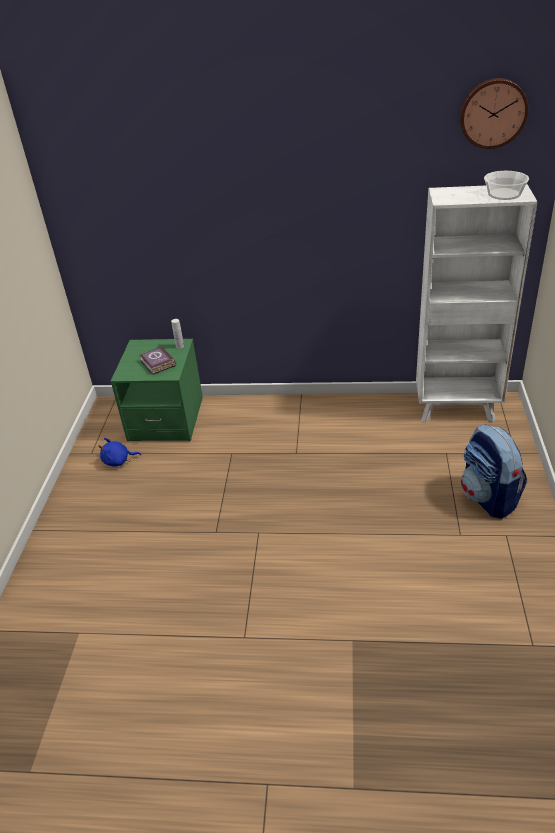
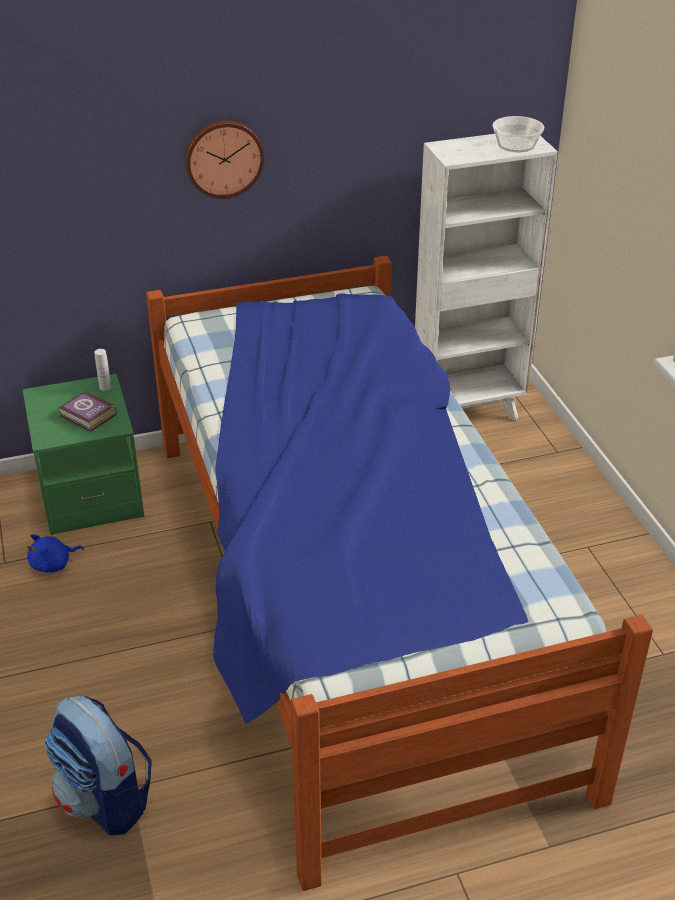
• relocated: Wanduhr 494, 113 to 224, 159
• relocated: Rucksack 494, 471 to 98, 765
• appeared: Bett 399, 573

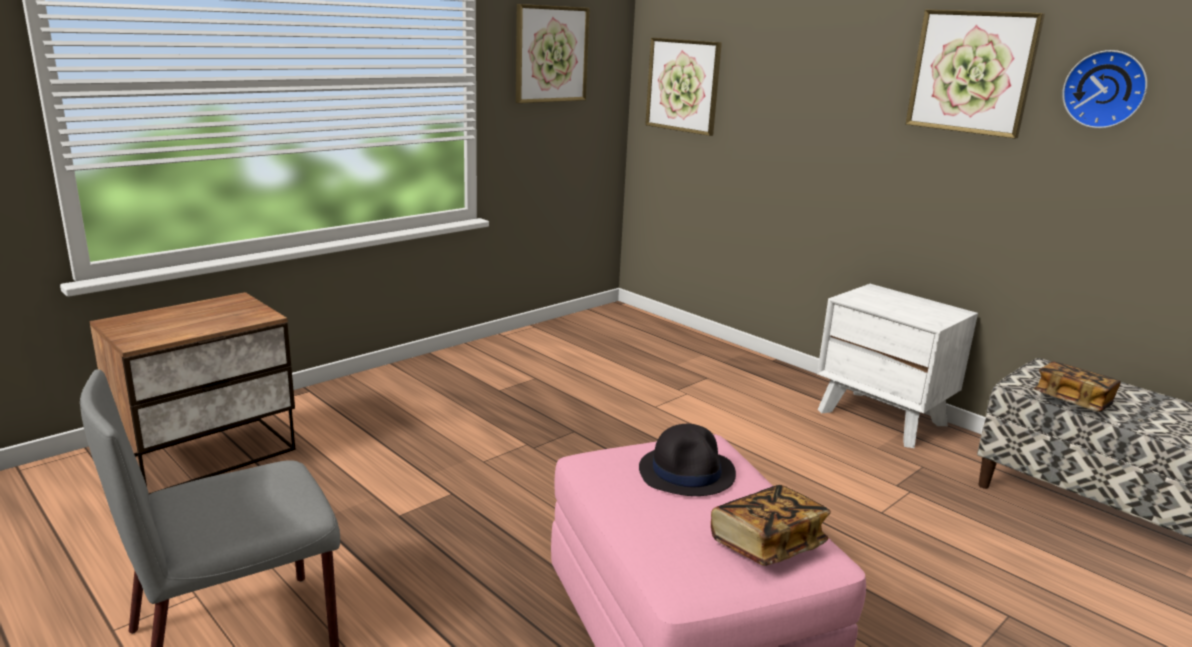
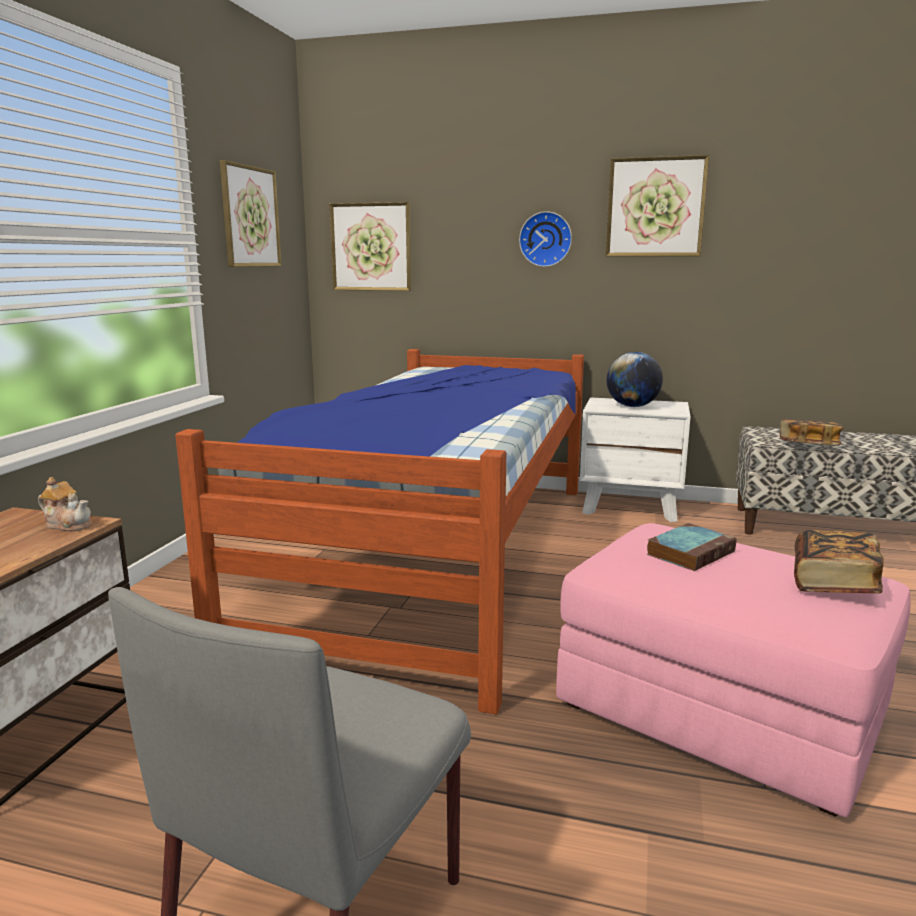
• exchanged: Hut (schwarz) 687, 460 to Buch 691, 547
• relocated: Wanduhr 1105, 89 to 545, 239
• appeared: Teekanne 65, 504
• appeared: Bett 379, 532
• appeared: Globus 635, 379

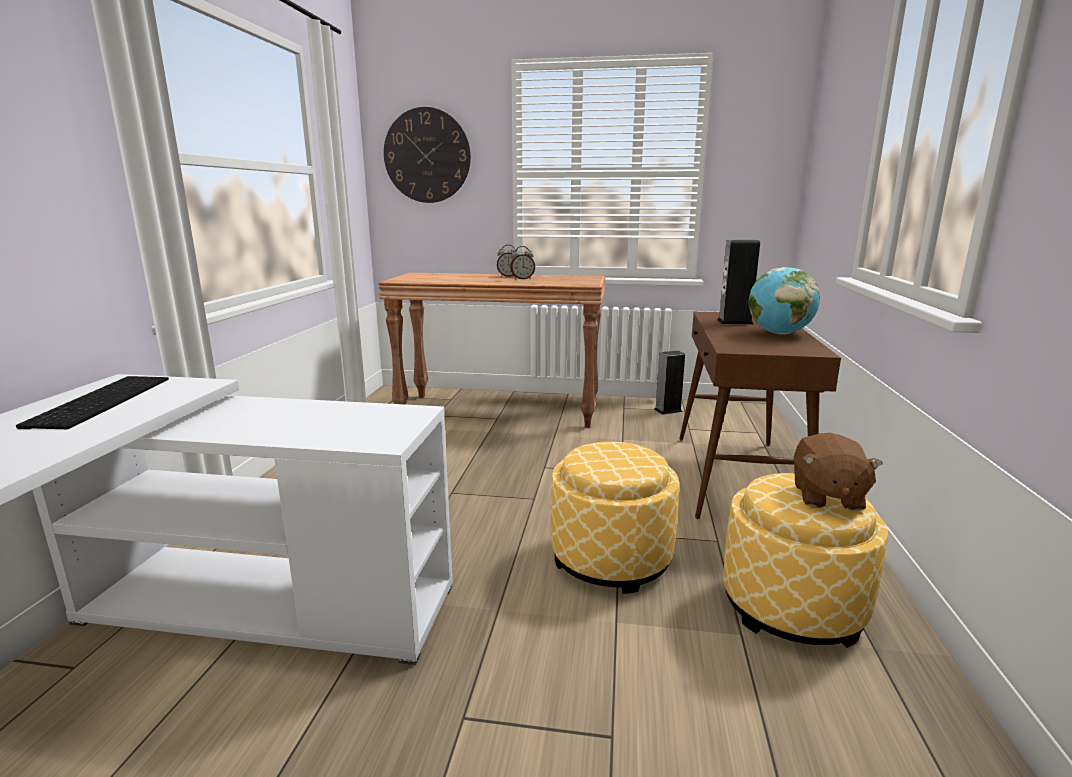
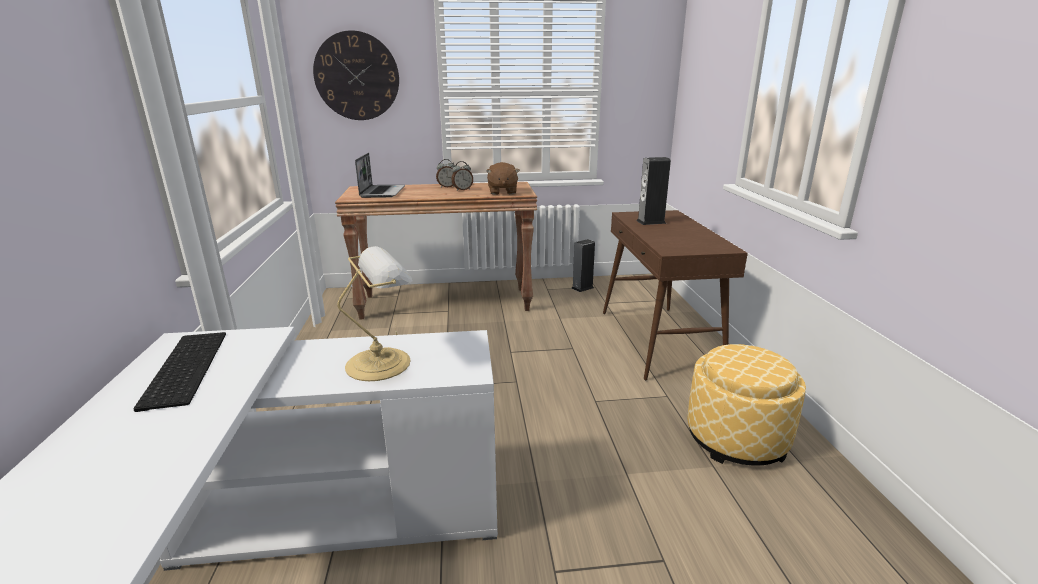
• missing: Polsterhocker 615, 518
• missing: Globus 784, 300
• relocated: Plüschtier (braun) 838, 472 to 503, 178
• appeared: Tischlampe 374, 313
• appeared: Laptop 380, 175

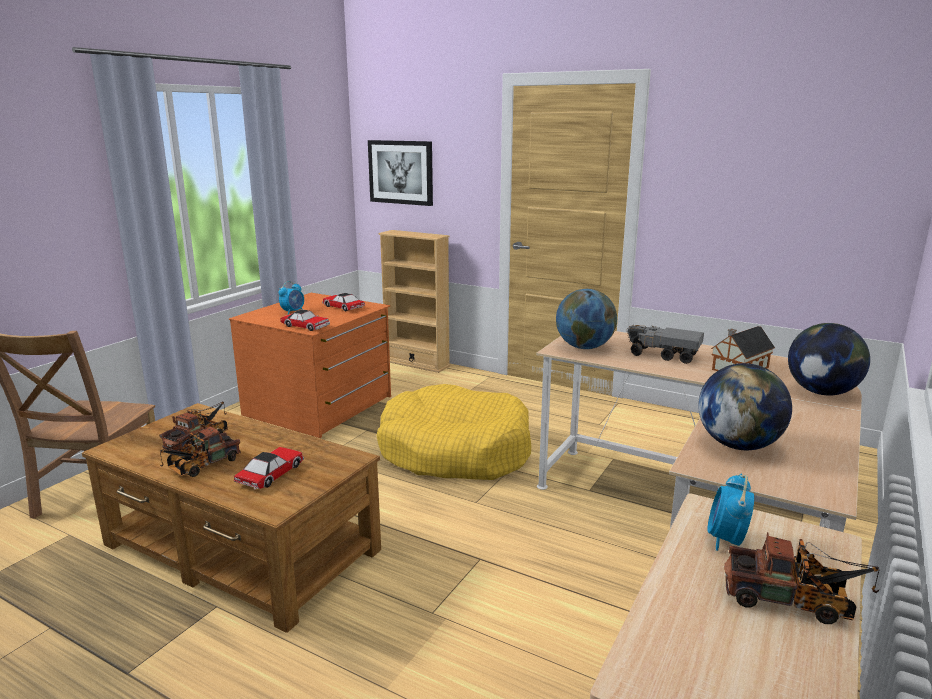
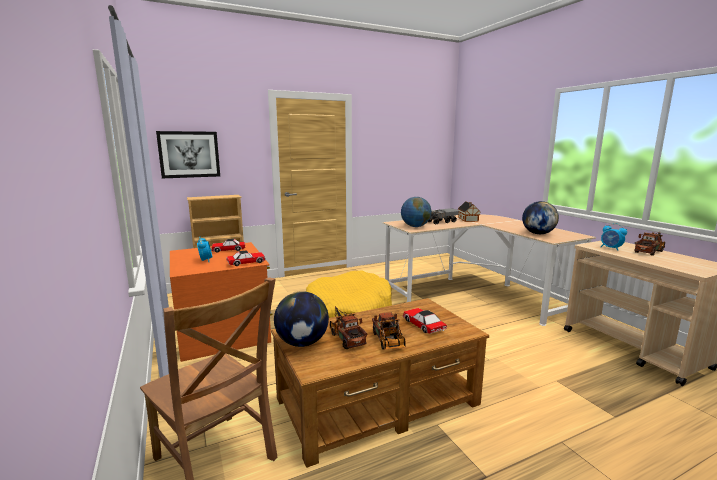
• relocated: Globus 829, 359 to 301, 319

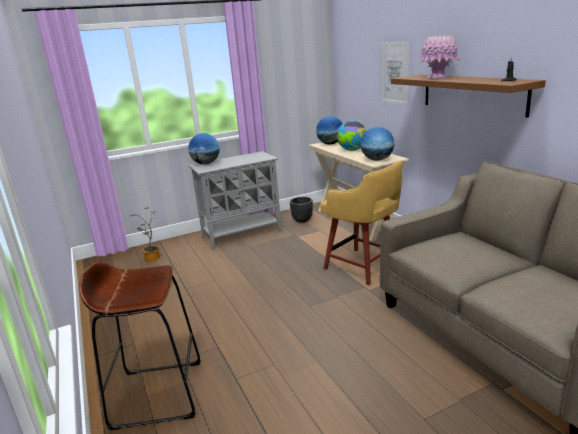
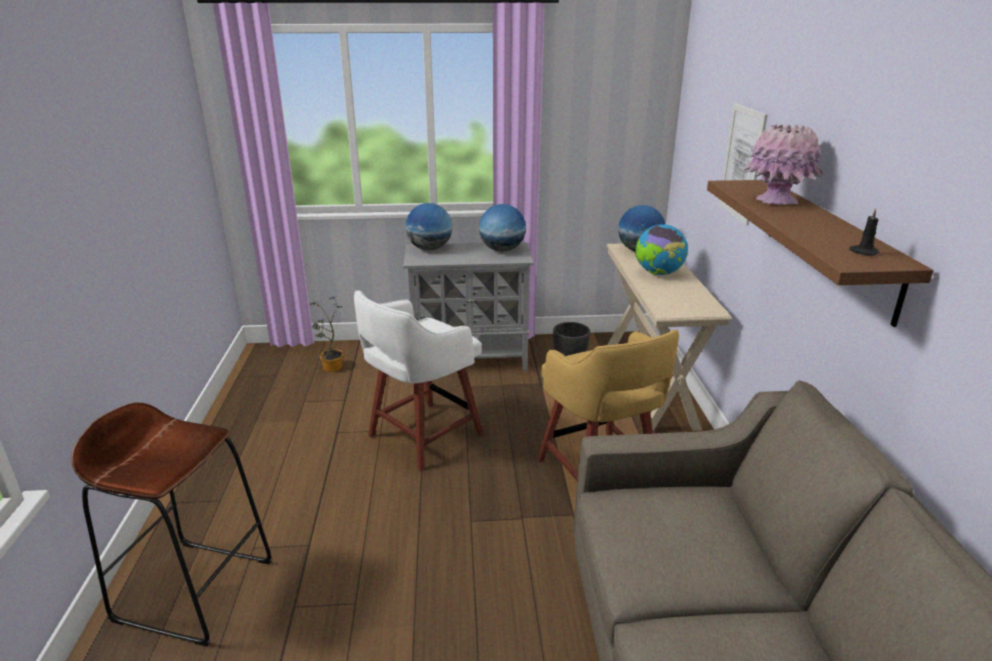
• relocated: Globus 377, 144 to 502, 228
• appeared: Hocker (weiß) 418, 380

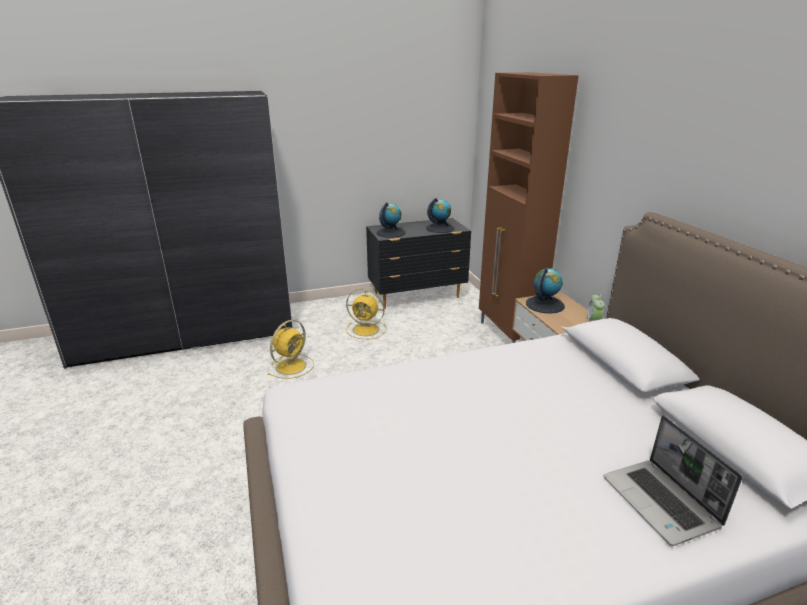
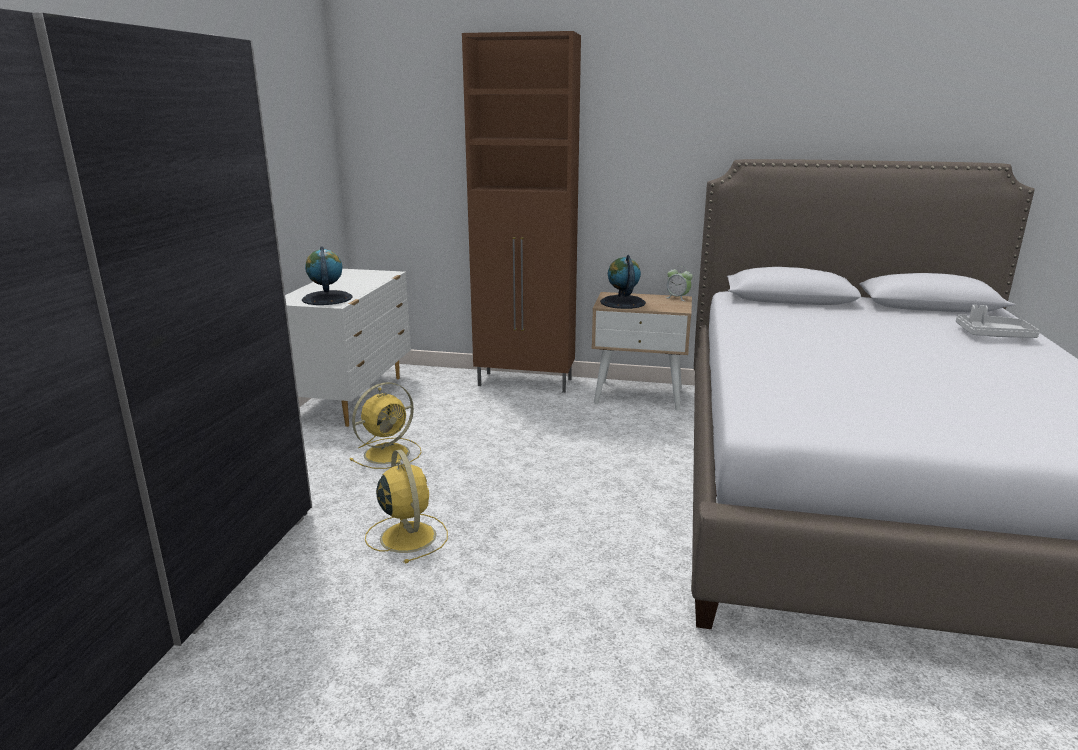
• colour: Kommode (schwarz) 418, 263 to Kommode (weiß) 348, 348
• missing: Globus 440, 215
• exchanged: Laptop 672, 480 to Tablett (grau) 998, 321

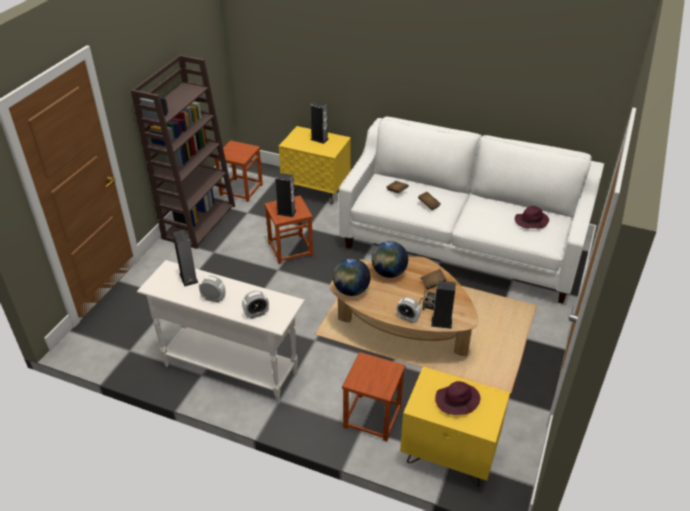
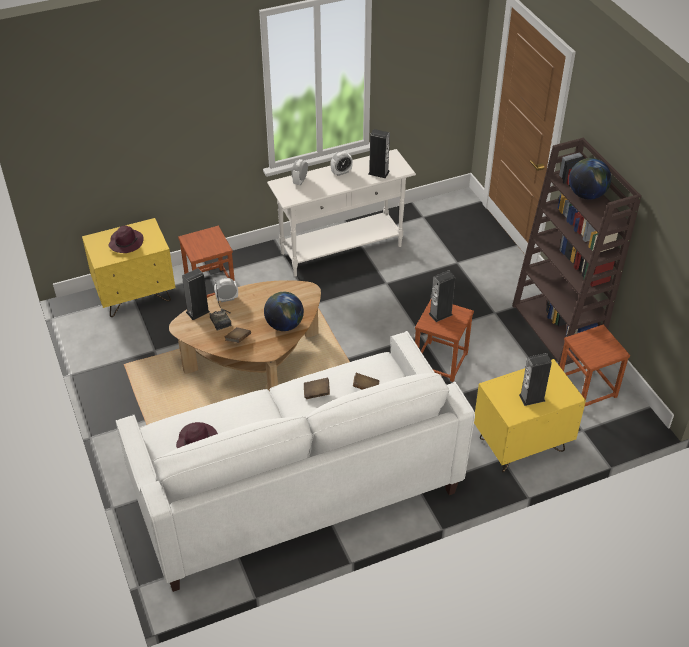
• relocated: Globus 352, 277 to 590, 179

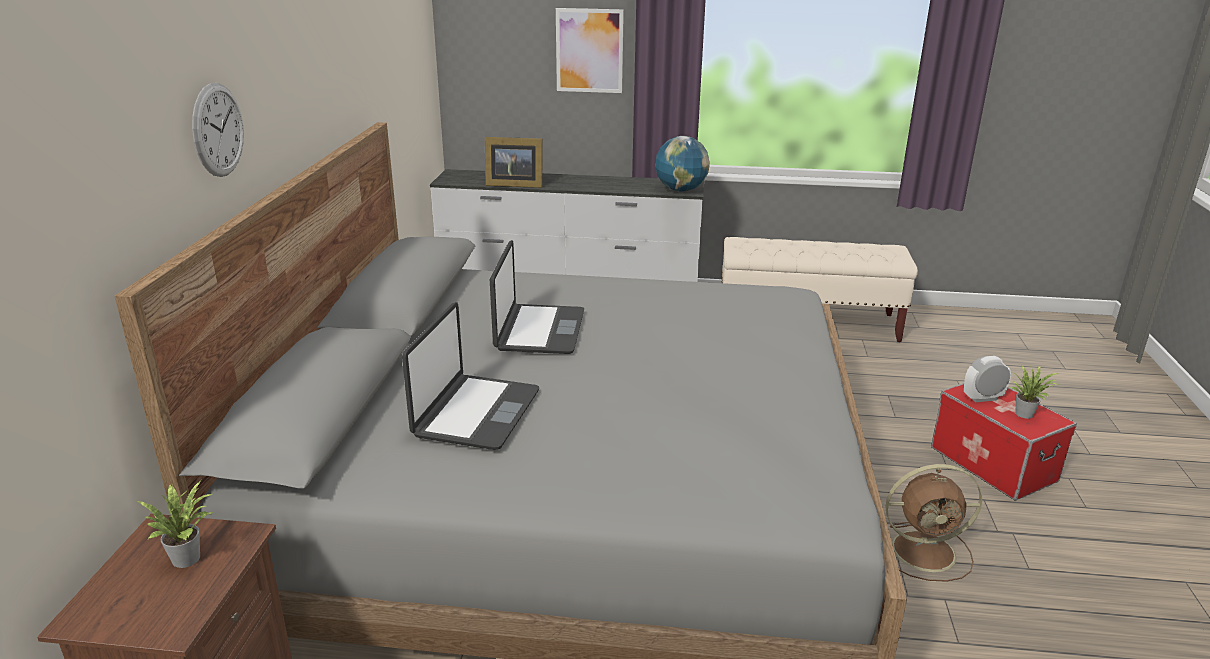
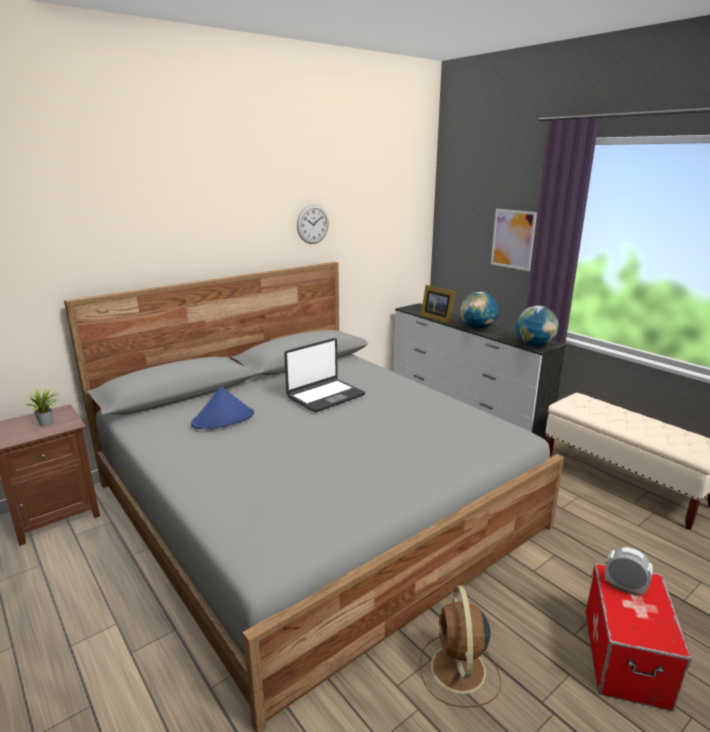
• relocated: Wanduhr 218, 130 to 313, 224
• exchanged: Laptop 470, 376 to Hut (blau) 222, 407
• spun: Ventilator (braun) 934, 523 = 460, 647 45 degrees clockwise
• missing: Topfpflanze 1035, 392
• appeared: Globus 479, 310

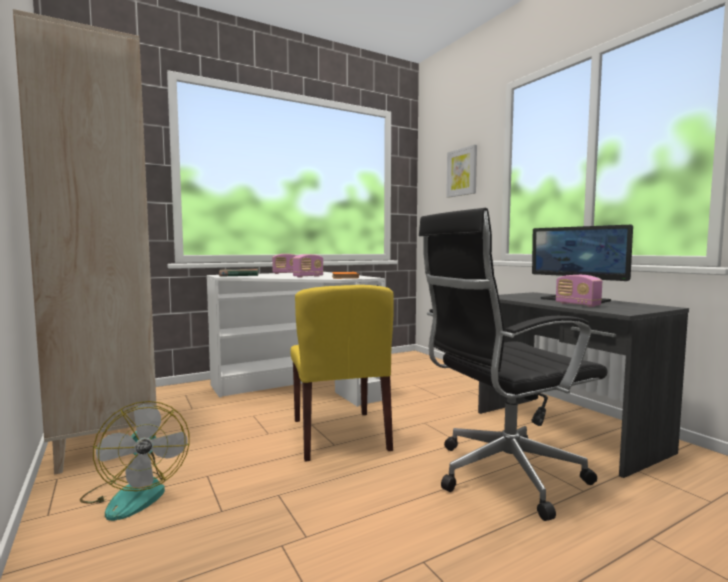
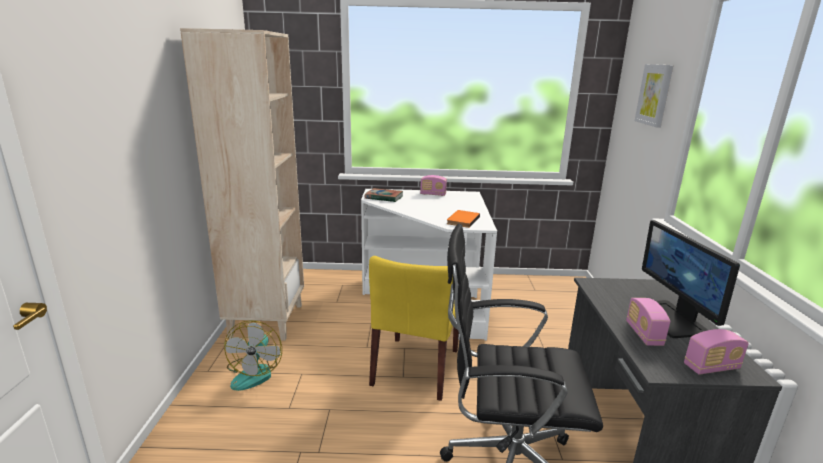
• relocated: Radio 308, 265 to 716, 352

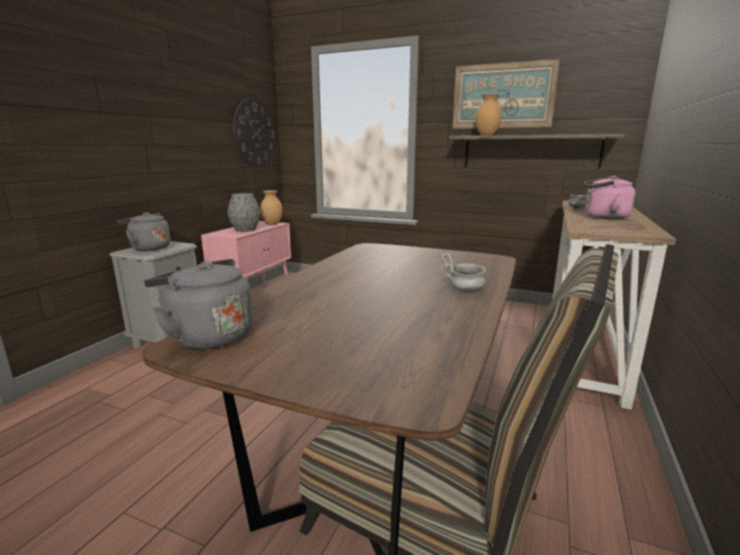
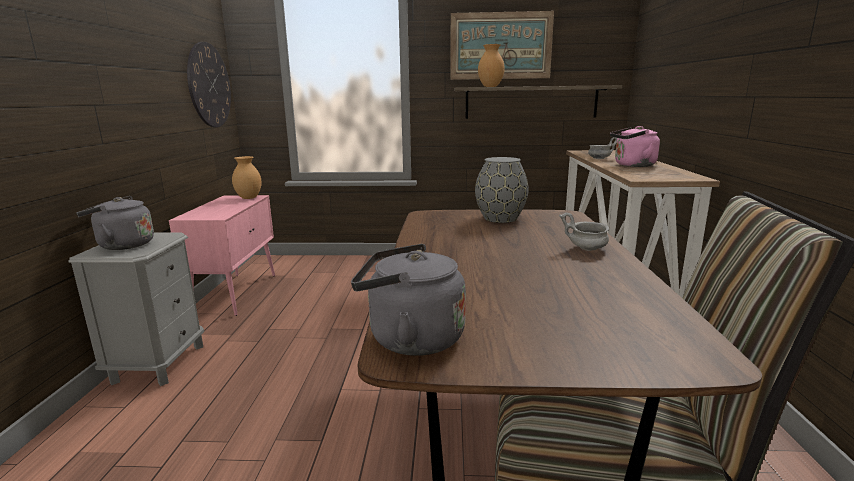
• relocated: Vase (grau) 244, 212 to 502, 190

